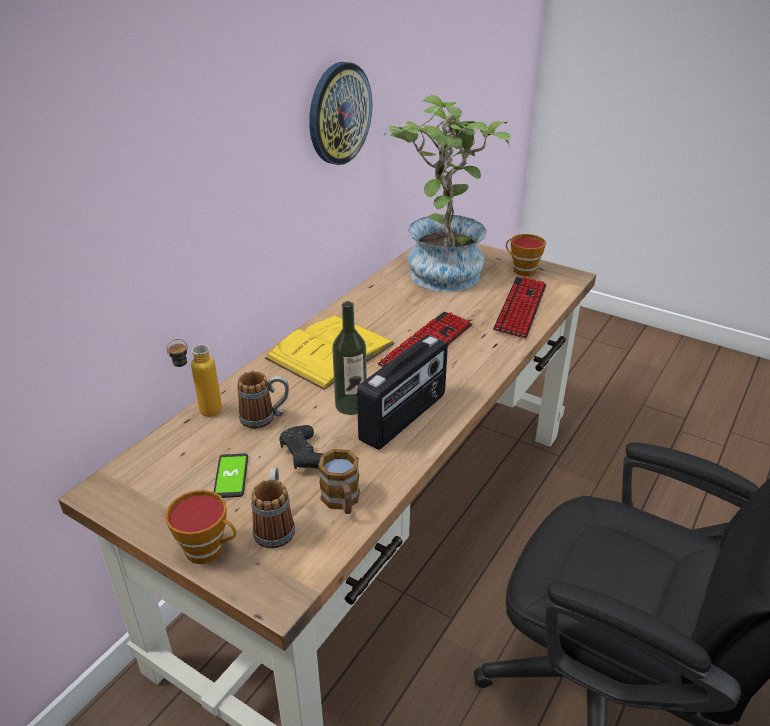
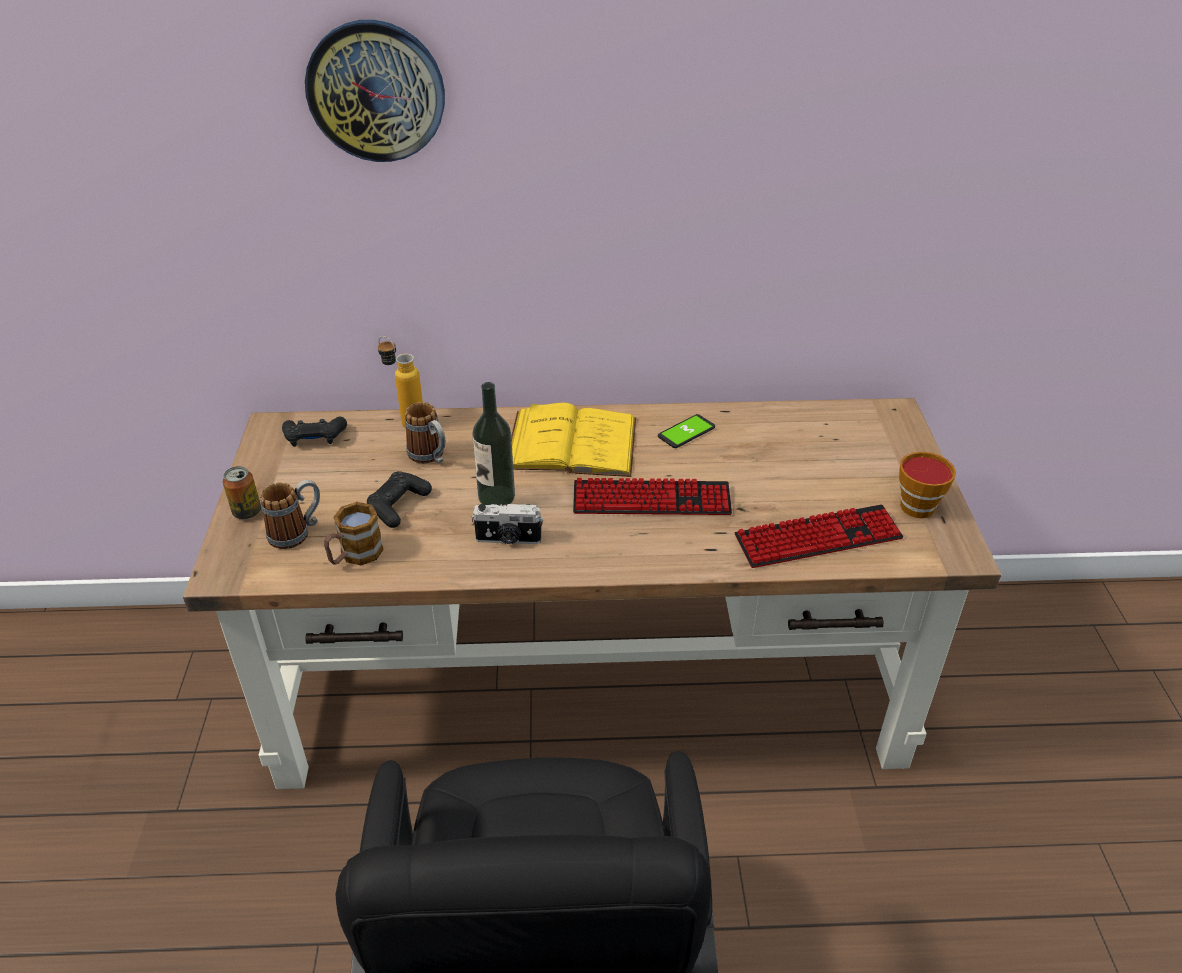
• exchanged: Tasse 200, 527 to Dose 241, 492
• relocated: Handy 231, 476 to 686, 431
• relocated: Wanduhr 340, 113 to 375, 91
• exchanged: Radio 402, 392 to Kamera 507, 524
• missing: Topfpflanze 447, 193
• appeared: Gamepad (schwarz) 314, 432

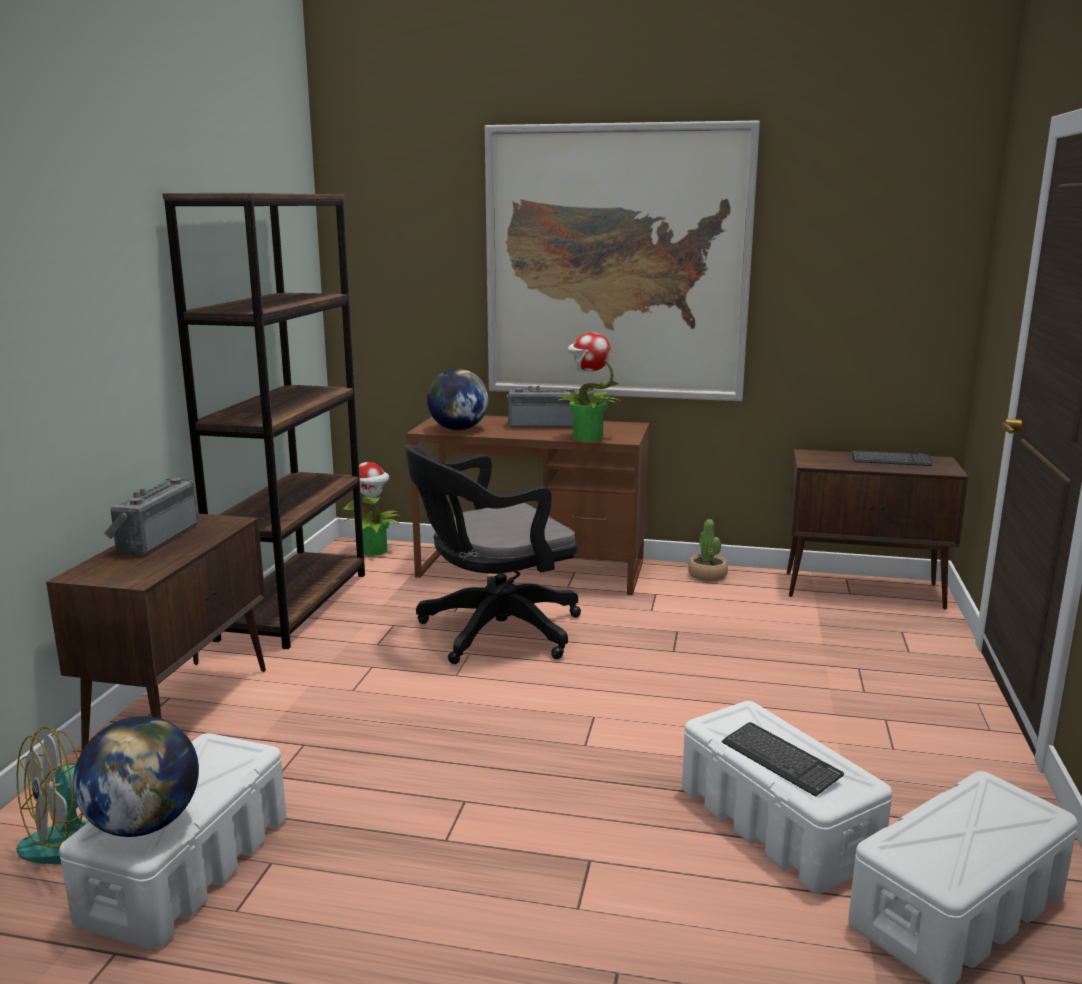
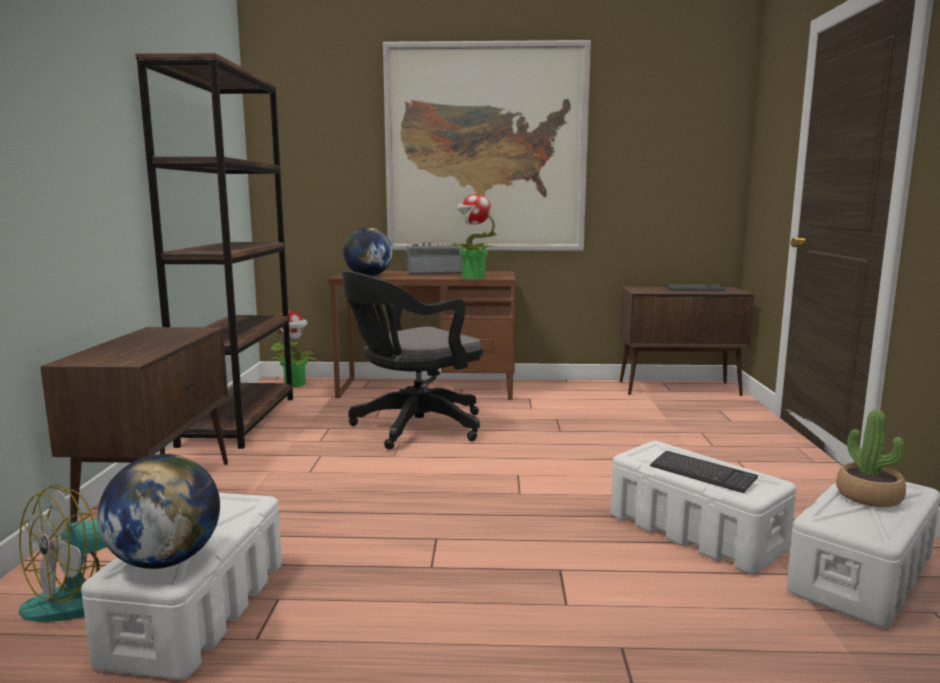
• missing: Radio 151, 517
• relocated: Topfpflanze 708, 550 to 871, 458

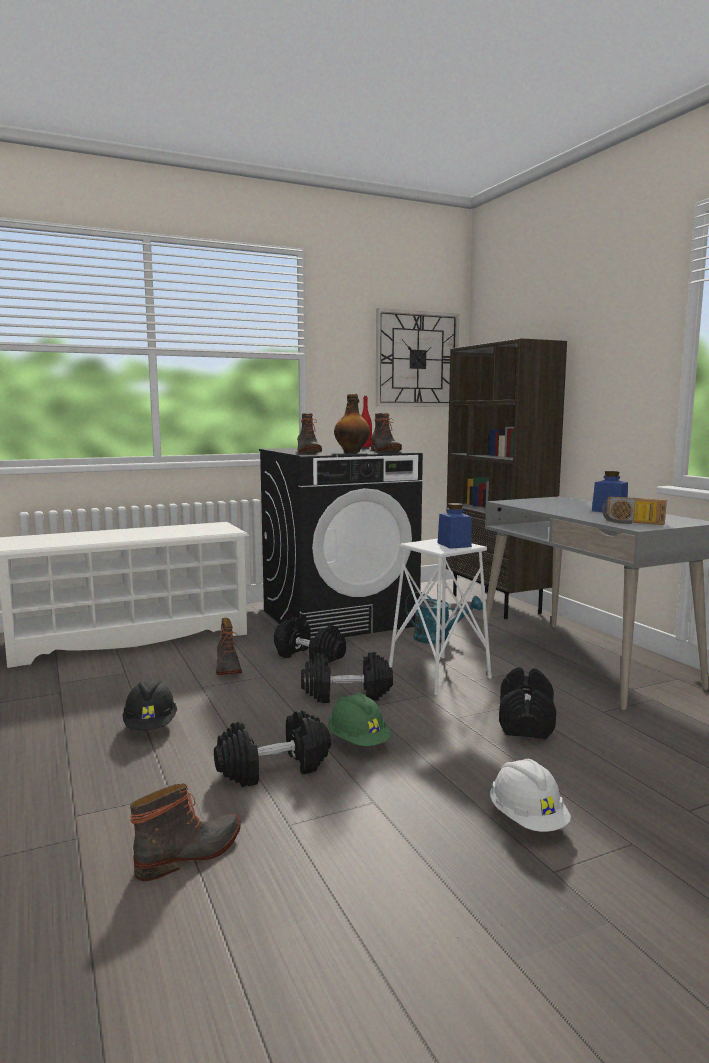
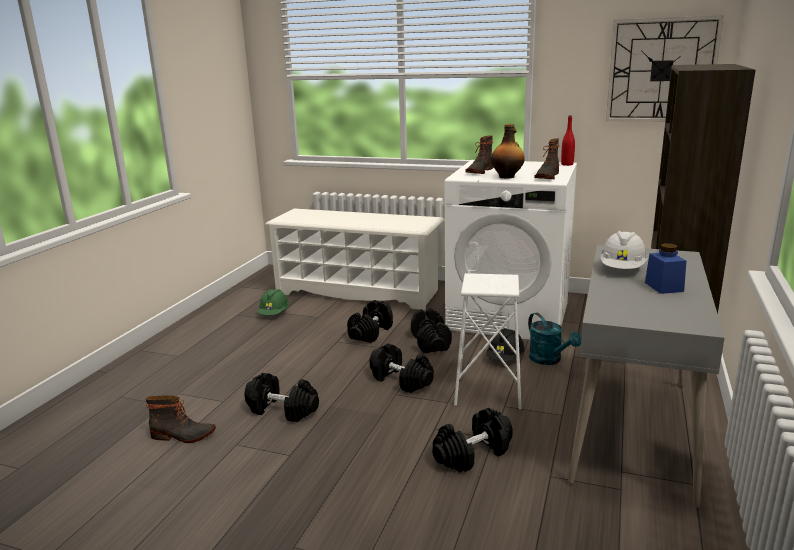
• relocated: Schutzhelm (schwarz) 149, 705 to 505, 344
• exchanged: Stiefel 229, 646 to Hantel (schwarz) 370, 321
• colour: Waschmaschine (schwarz) 341, 542 to Waschmaschine (weiß) 511, 250
• relocated: Schutzhelm (grün) 360, 719 to 273, 302
• missing: Vorratsglas (blau) 455, 526
• relocated: Schutzhelm (weiß) 530, 795 to 624, 250
• missing: Radio 634, 511

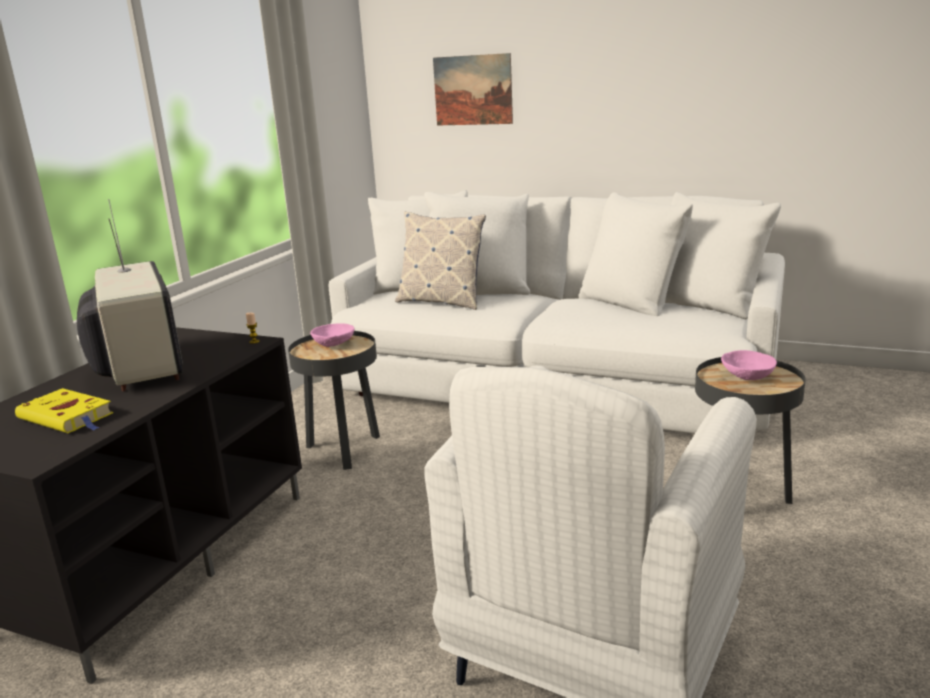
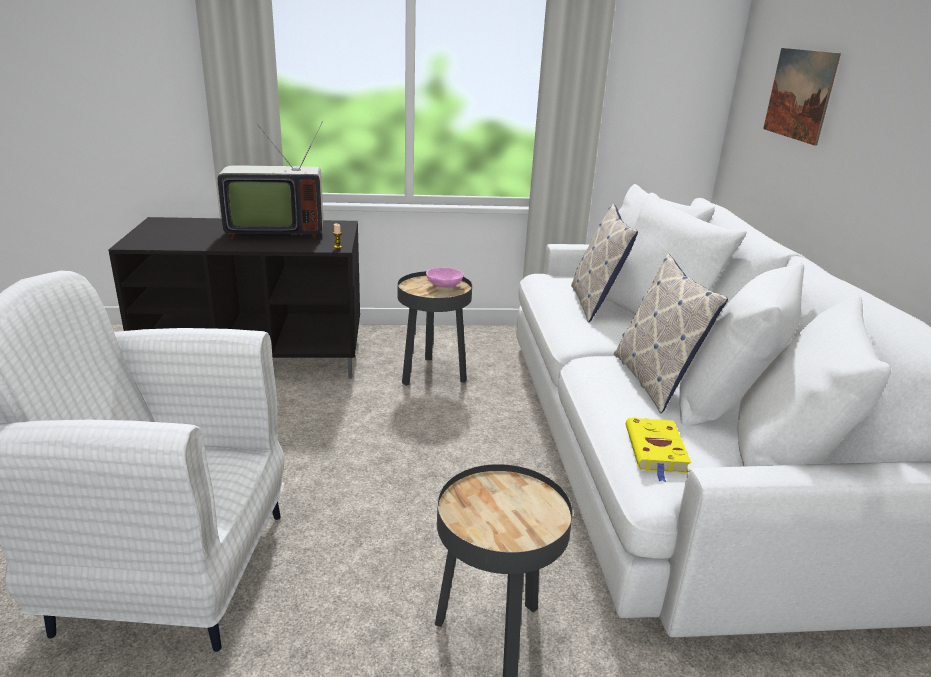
• relocated: Buch (gelb) 64, 410 to 658, 450
• spun: Fernseher 130, 295 = 270, 179 45 degrees clockwise
• missing: Schüssel (rosa) 749, 365
• appeared: Kissen 671, 334

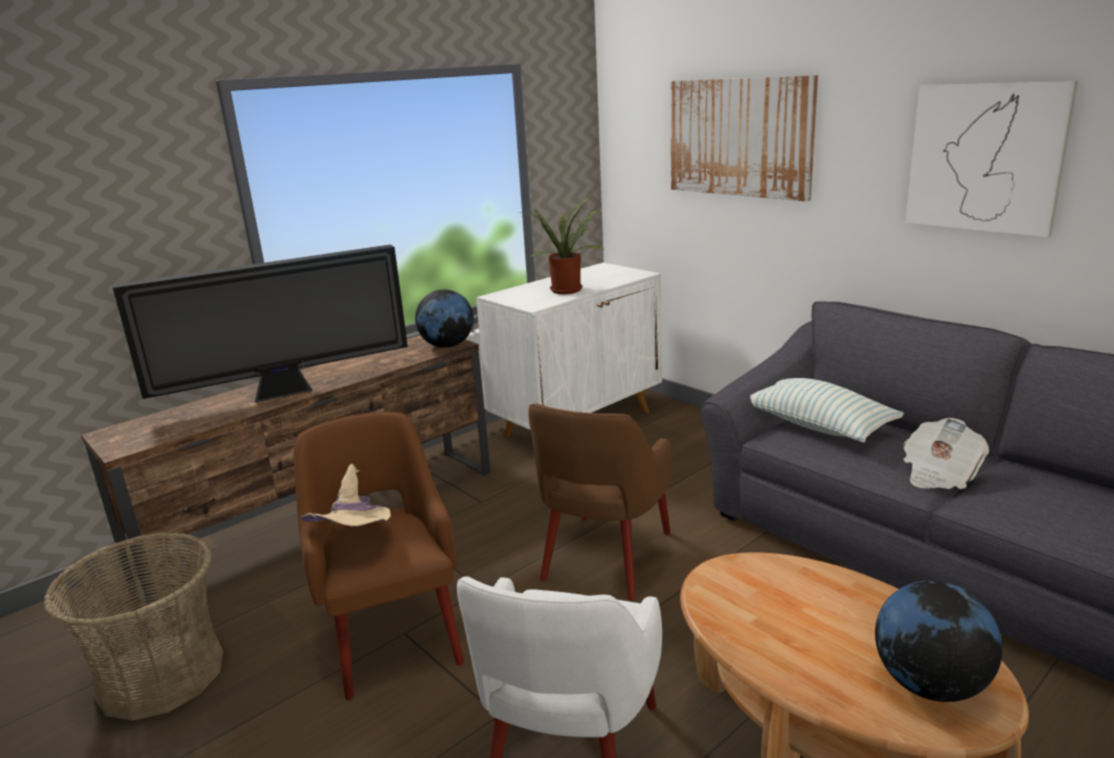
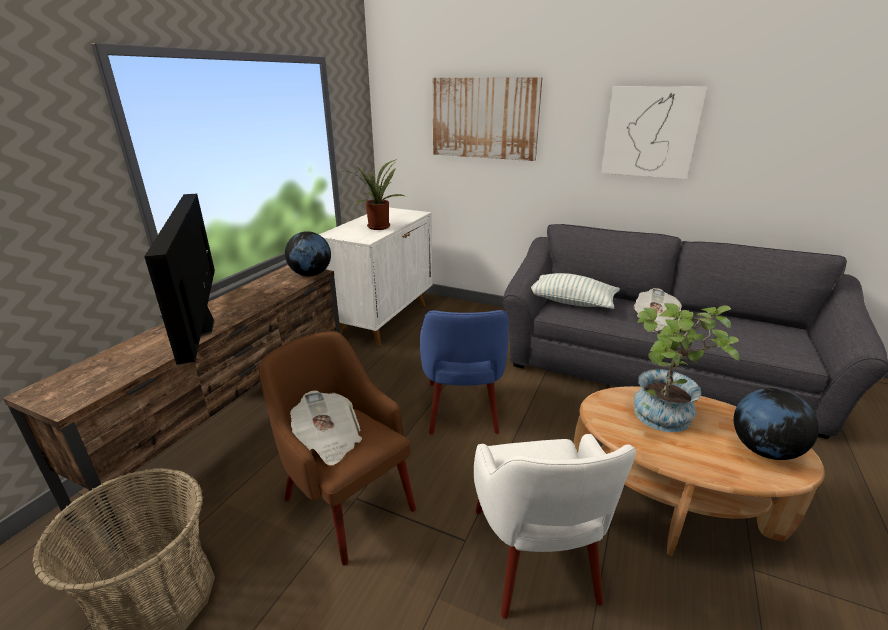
• spun: Fernseher 260, 323 = 179, 279 120 degrees clockwise
• exchanged: Hut (beige) 345, 495 to Zeitung 326, 427
• colour: Sessel (braun) 600, 501 to Sessel (blau) 464, 372
• appeared: Topfpflanze 687, 367

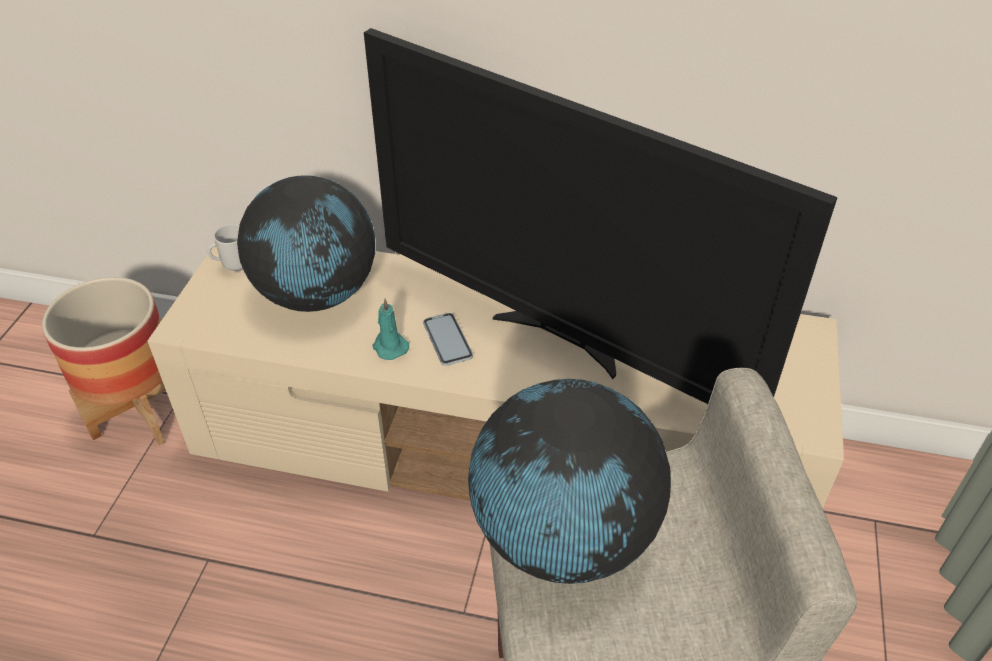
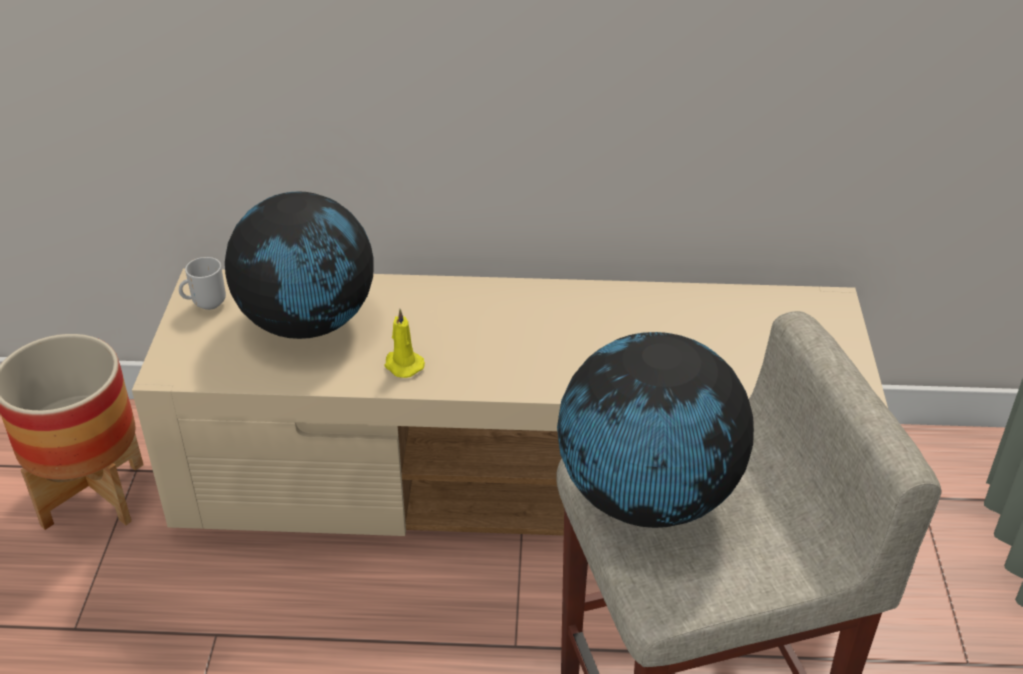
• missing: Fernseher 600, 216
• colour: Kerze (türkis) 390, 329 to Kerze (gelb) 405, 343
• missing: Handy 448, 339

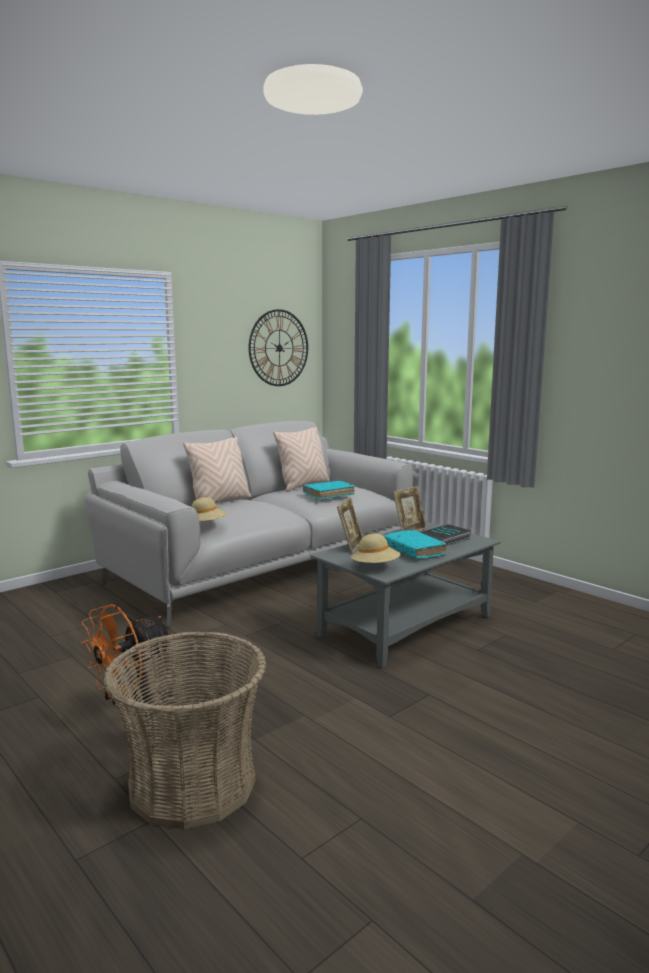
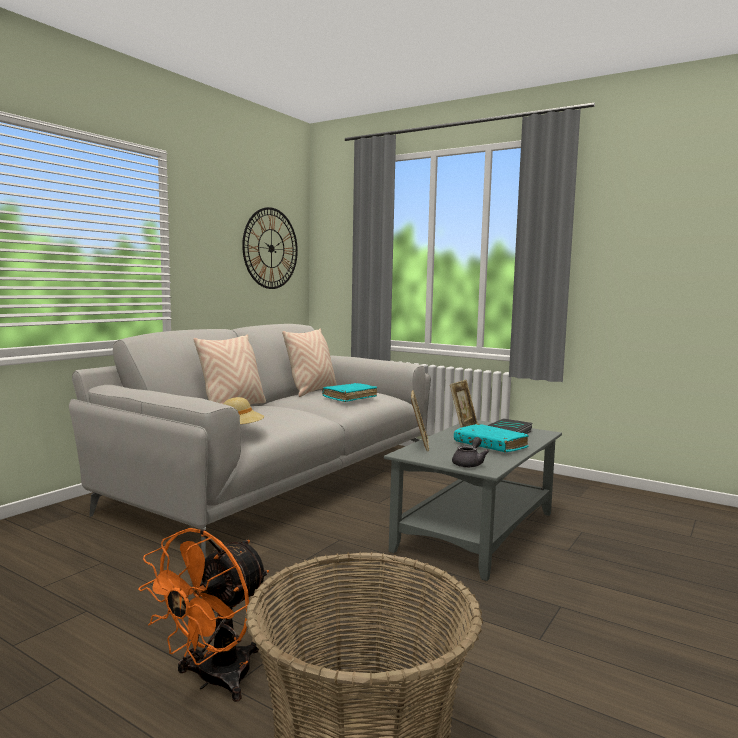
• exchanged: Hut (beige) 375, 548 to Teekanne (grau) 470, 452

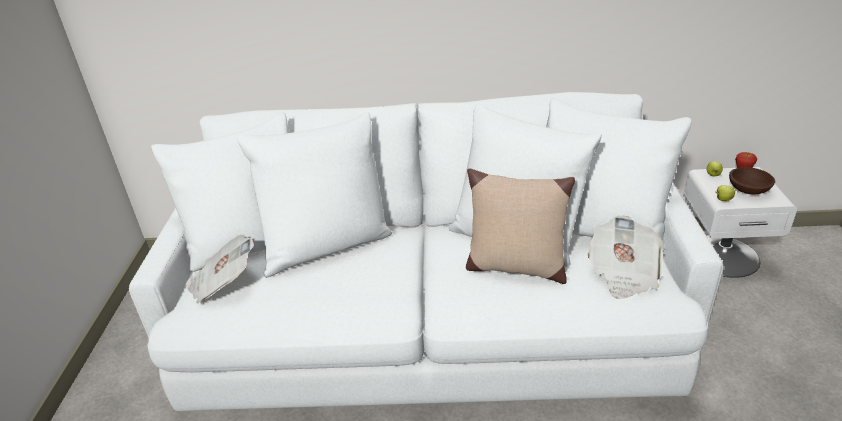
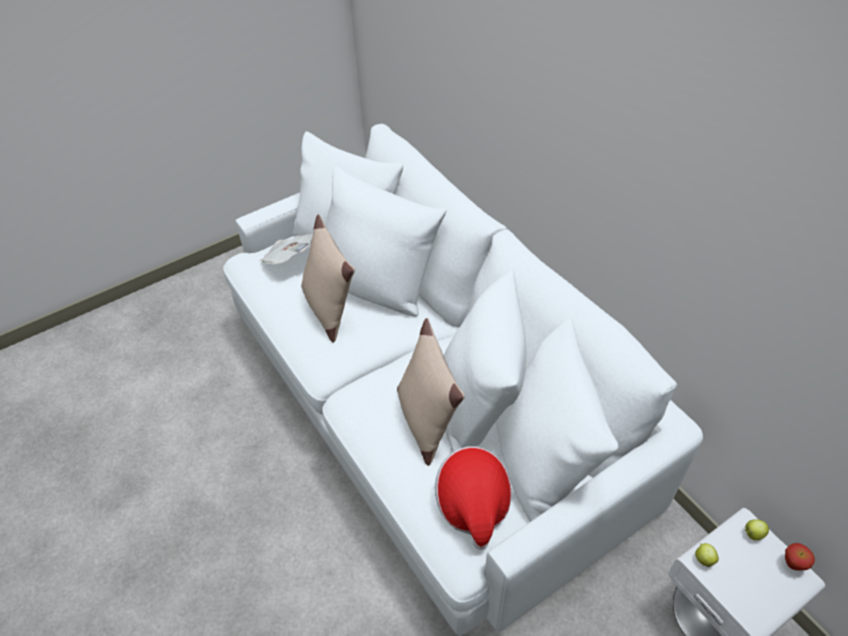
• exchanged: Zeitung 626, 257 to Hut 473, 498
• missing: Schüssel (braun) 752, 180
• appeared: Kissen (beige) 328, 279

